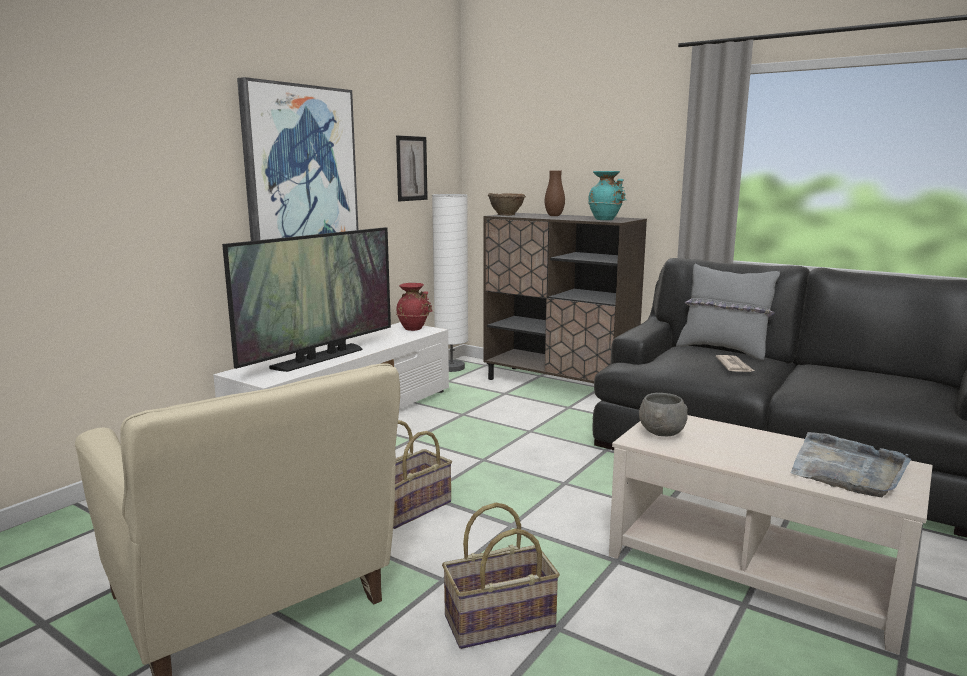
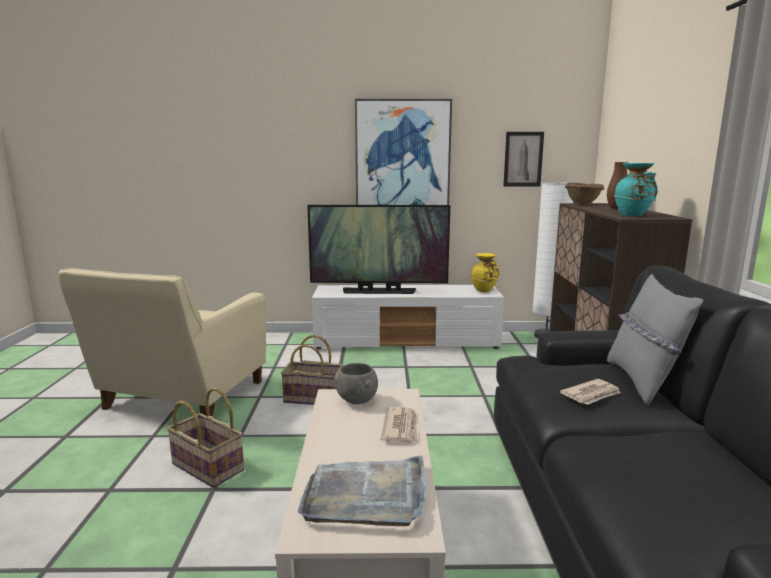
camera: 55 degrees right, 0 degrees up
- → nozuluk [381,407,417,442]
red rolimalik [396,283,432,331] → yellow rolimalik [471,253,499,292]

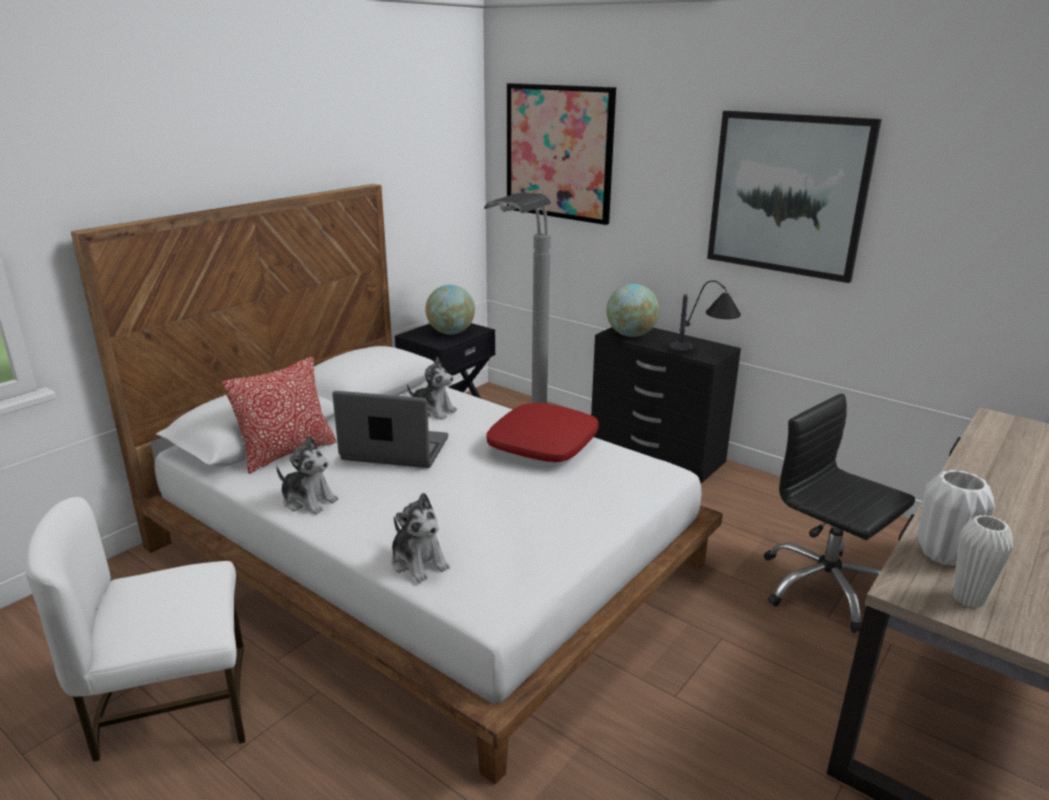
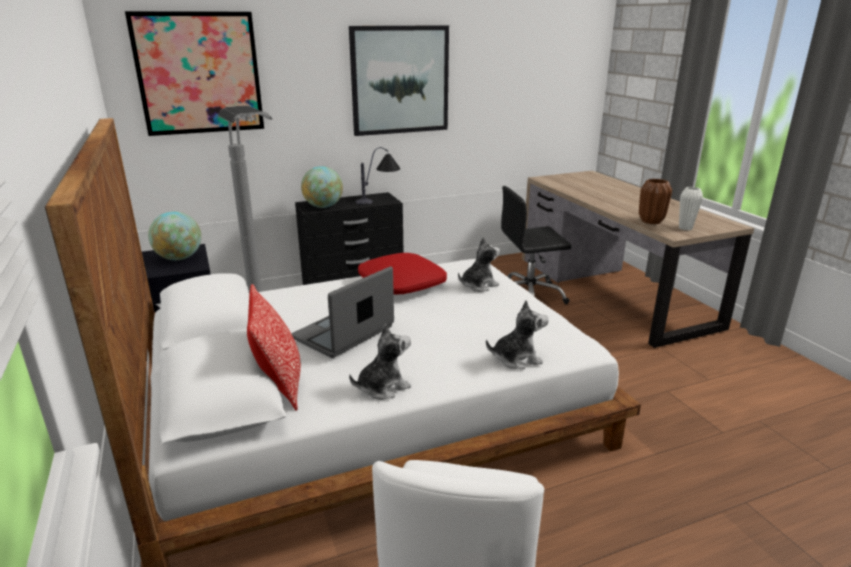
camera: 60 degrees left, 0 degrees up
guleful [407,357,457,420] → guleful [458,237,500,292], shifted
white rolimalik [918,470,995,566] → brown rolimalik [639,179,672,224]

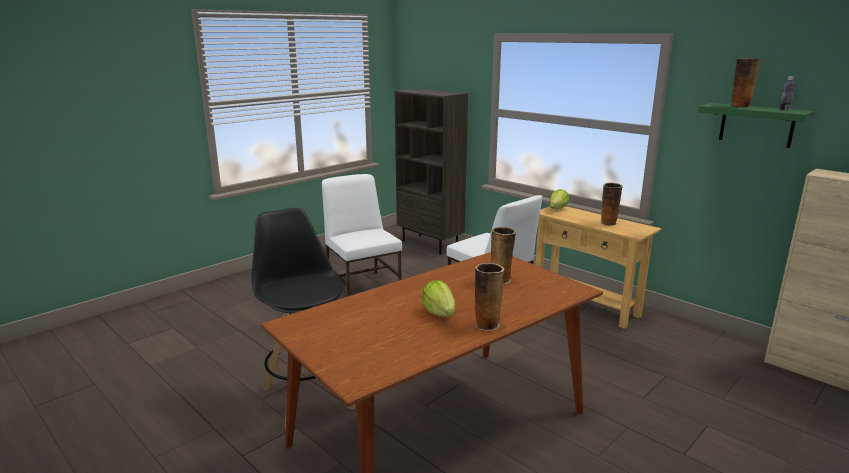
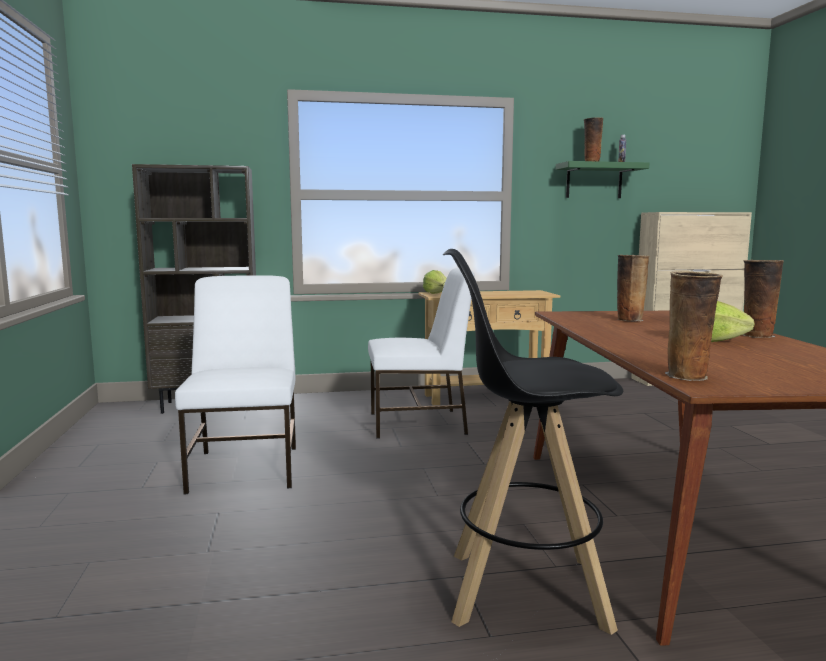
camera: 55 degrees left, 10 degrees down
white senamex [322,174,402,297] → white senamex [175,275,296,494], 75 degrees clockwise
rolimalik [601,183,623,226] → rolimalik [665,271,723,381], shifted

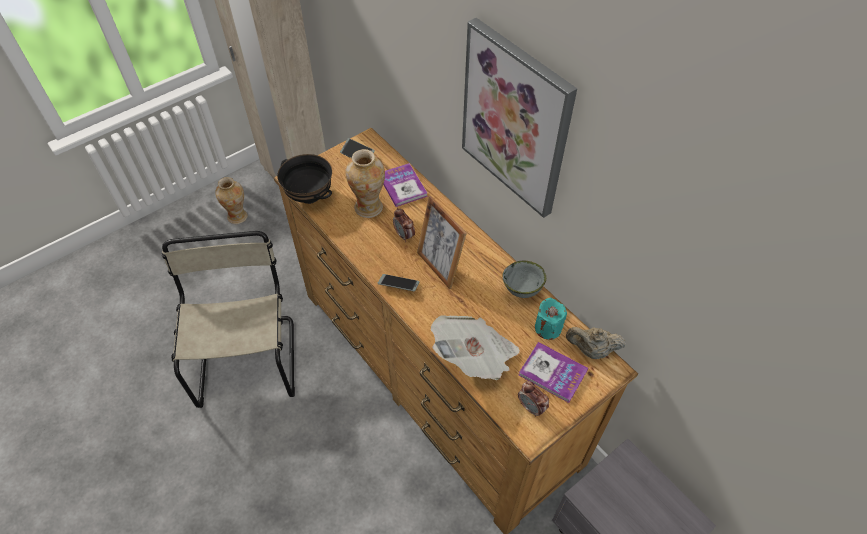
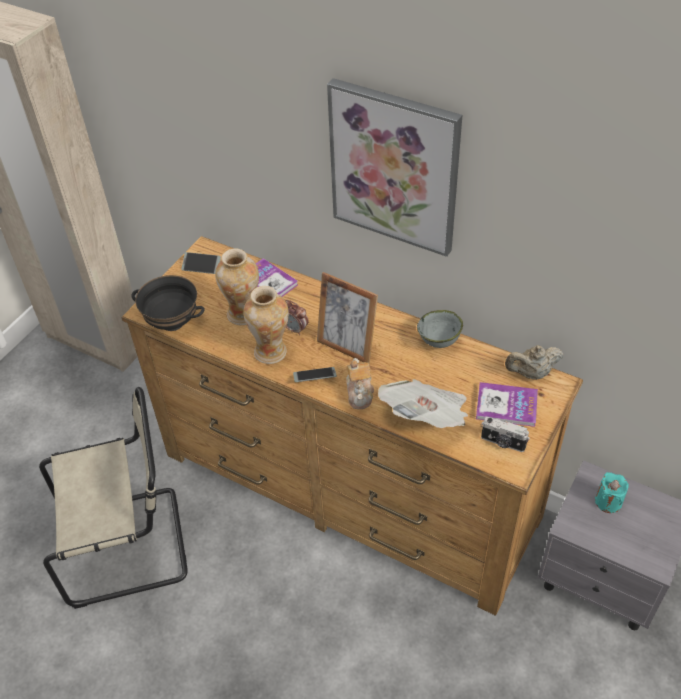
camera: 20 degrees left, 5 degrees down
beige senamex [162,231,295,408] → beige senamex [39,387,188,609], 105 degrees clockwise
rolimalik [215,177,248,224] → rolimalik [243,286,289,364], shifted
- → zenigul [346,358,374,409]
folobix [518,381,549,417] → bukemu [481,416,530,452]
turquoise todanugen [535,298,567,340] → turquoise todanugen [595,472,629,513], shifted

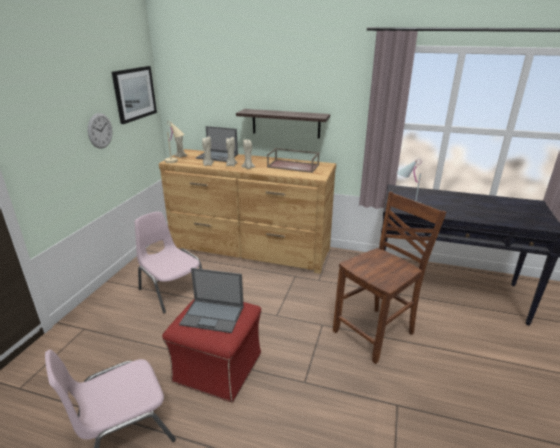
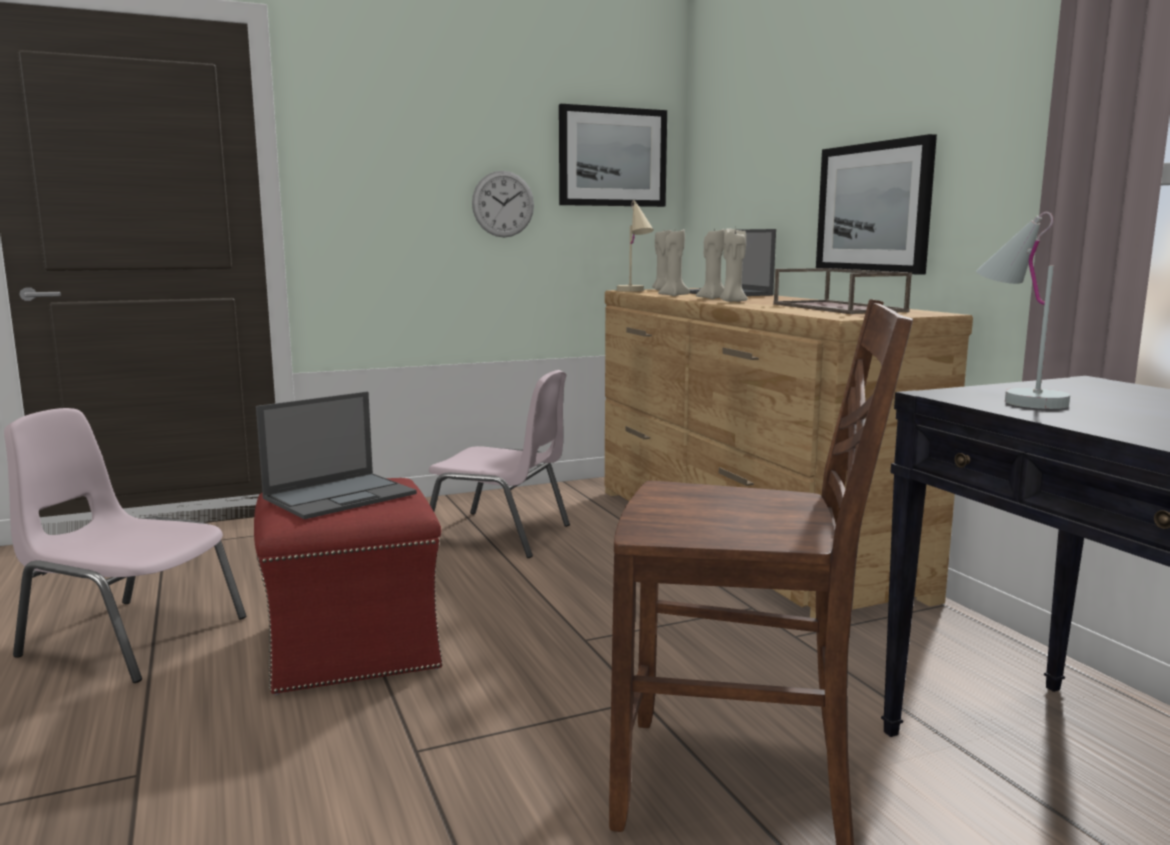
camera: 50 degrees right, 15 degrees down
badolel [179,268,244,333] → badolel [256,392,417,519], 105 degrees counterclockwise
pink senamex [135,212,202,313] → pink senamex [429,370,570,558], 105 degrees clockwise
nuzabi [236,109,330,139] → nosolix [816,134,937,275]

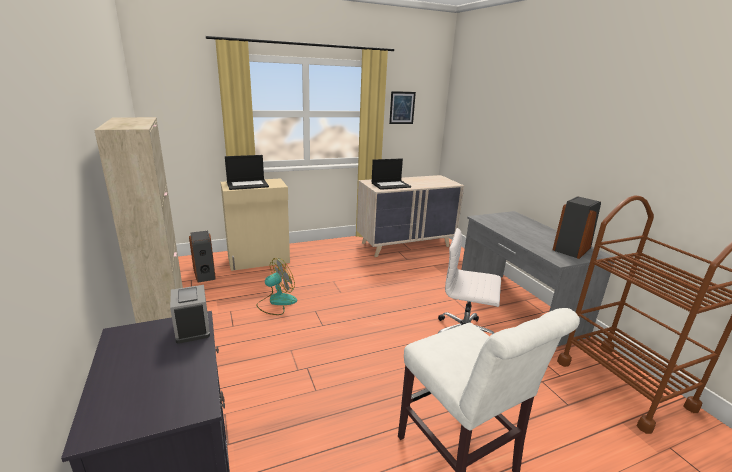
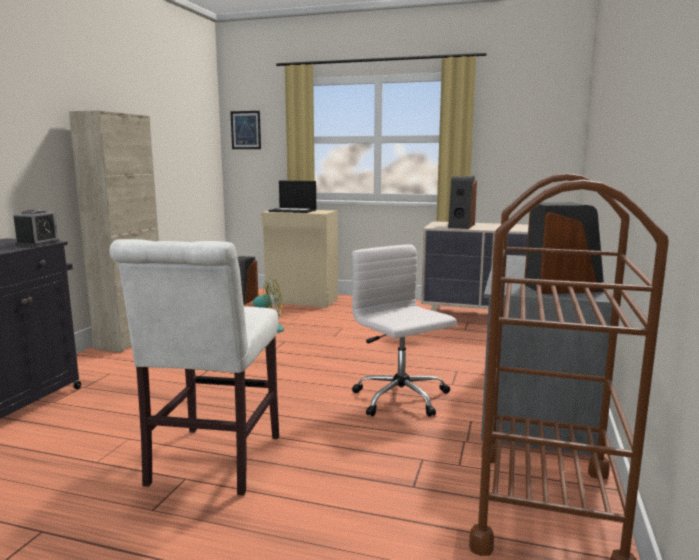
camera: 40 degrees right, 10 degrees down
nosolix [389,91,416,124] → nosolix [230,111,261,149], shifted
badolel [372,158,411,190] → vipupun [448,176,477,229]

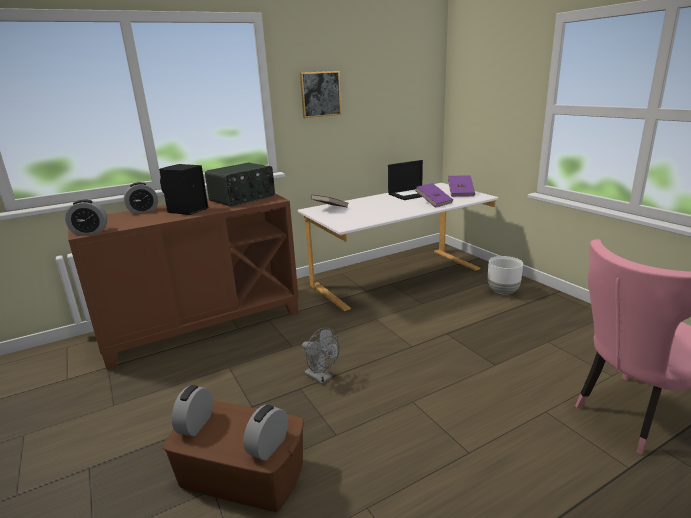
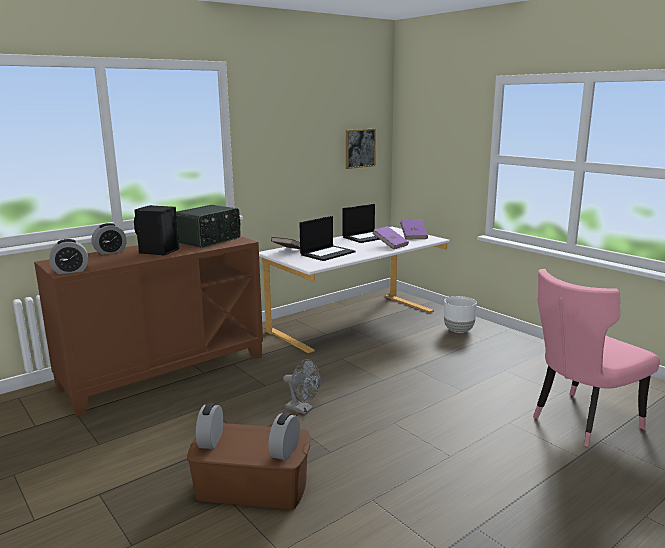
camera: 10 degrees left, 5 degrees down
- → badolel [300,216,356,261]
nosolix [300,71,342,118] → nosolix [346,129,376,169], shifted

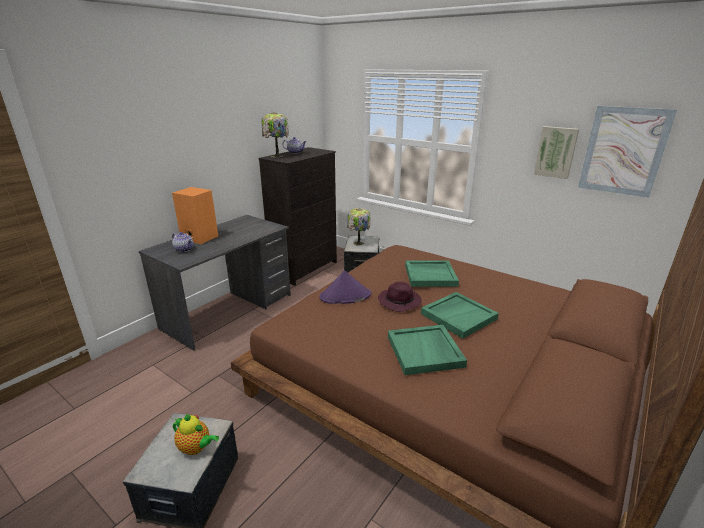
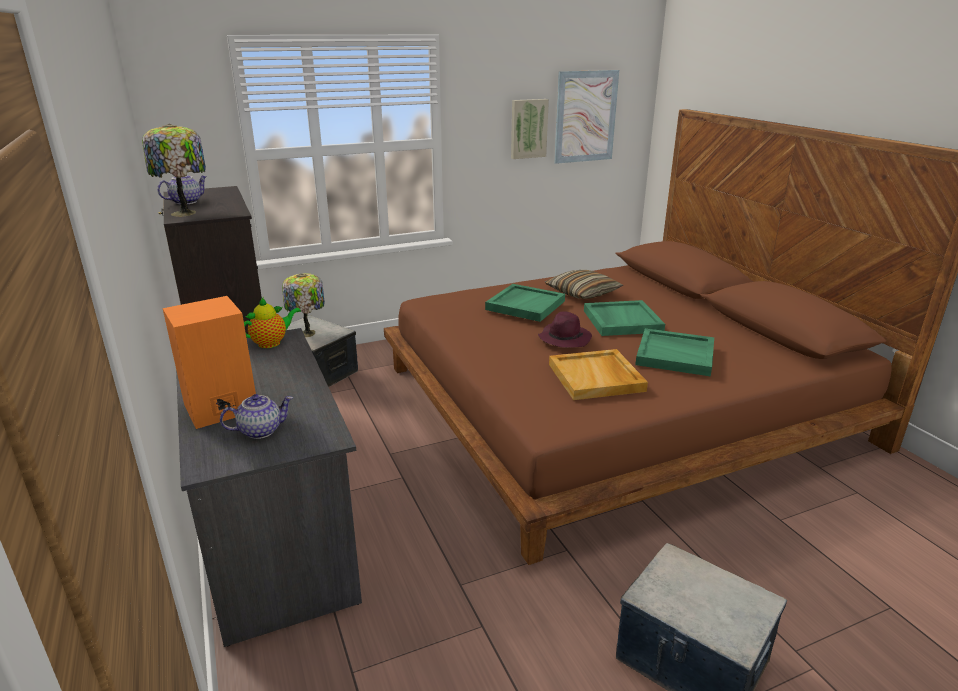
camera: 60 degrees left, 0 degrees up
zenigul [173,414,219,455] → zenigul [244,297,301,348], shifted
- → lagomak [545,270,623,299]
- → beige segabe [549,349,648,400]
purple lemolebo [319,270,371,304] → -

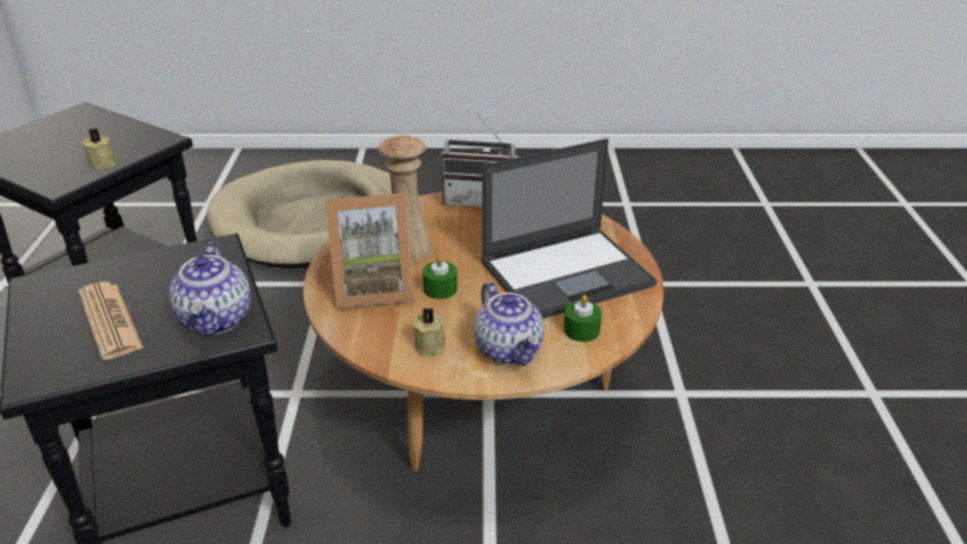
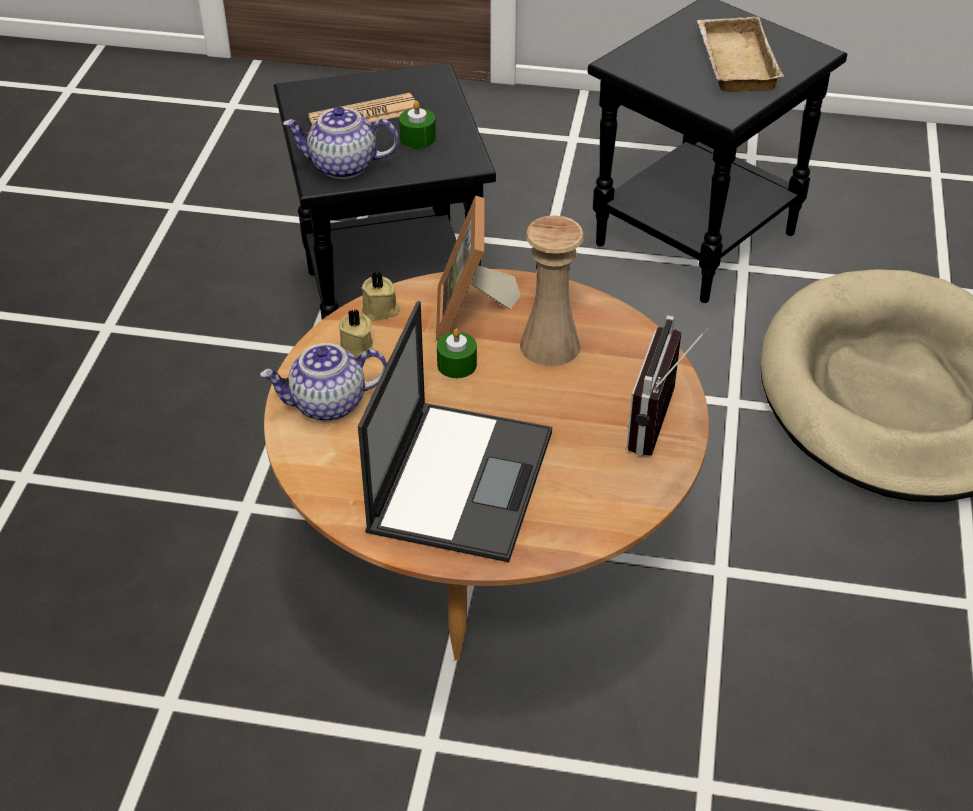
camera: 100 degrees right, 10 degrees up
badolel [481,138,657,319] → badolel [358,301,552,562], 150 degrees counterclockwise
beige todanugen [82,128,116,170] → beige todanugen [361,272,400,321], shifted
green todanugen [564,295,602,342] → green todanugen [399,101,436,149], shifted
- → beige segabe [697,16,784,92]

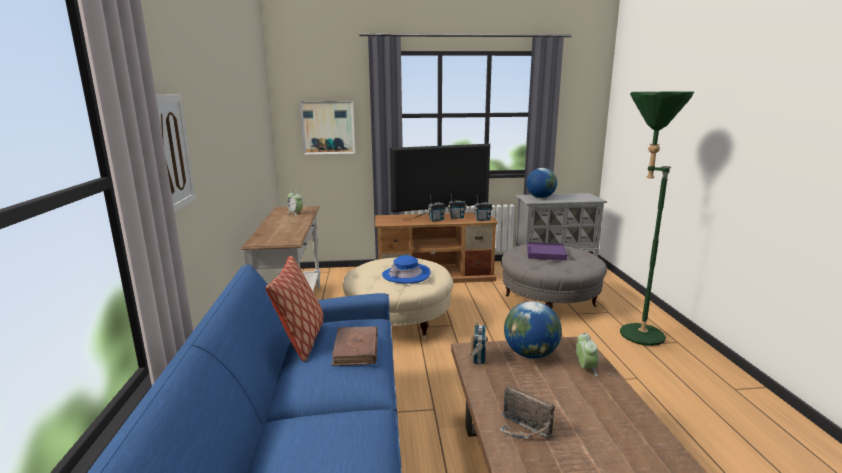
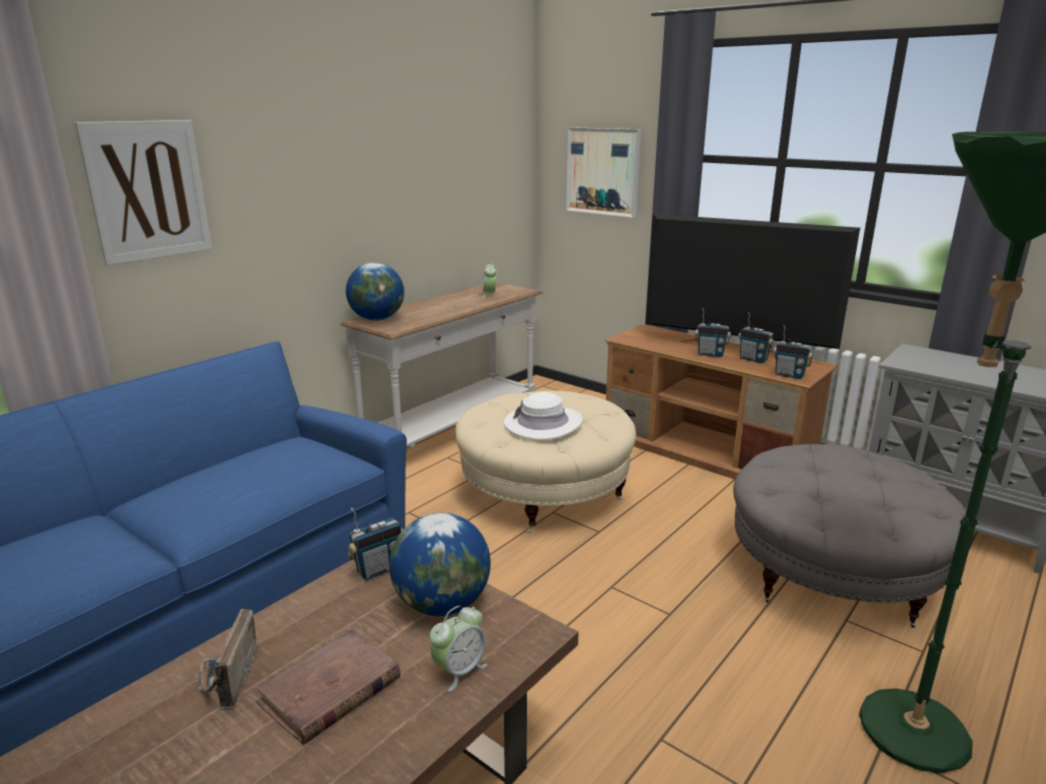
camera: 45 degrees right, 5 degrees up
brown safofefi [331,326,378,366] → brown safofefi [256,630,401,745], shifted
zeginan [526,168,557,198] → zeginan [346,263,404,321], shifted
blue lemolebo [382,255,431,284] → white lemolebo [504,392,583,440]
lagomak [265,256,323,362] → -
purple segabe [527,242,567,261] → -

